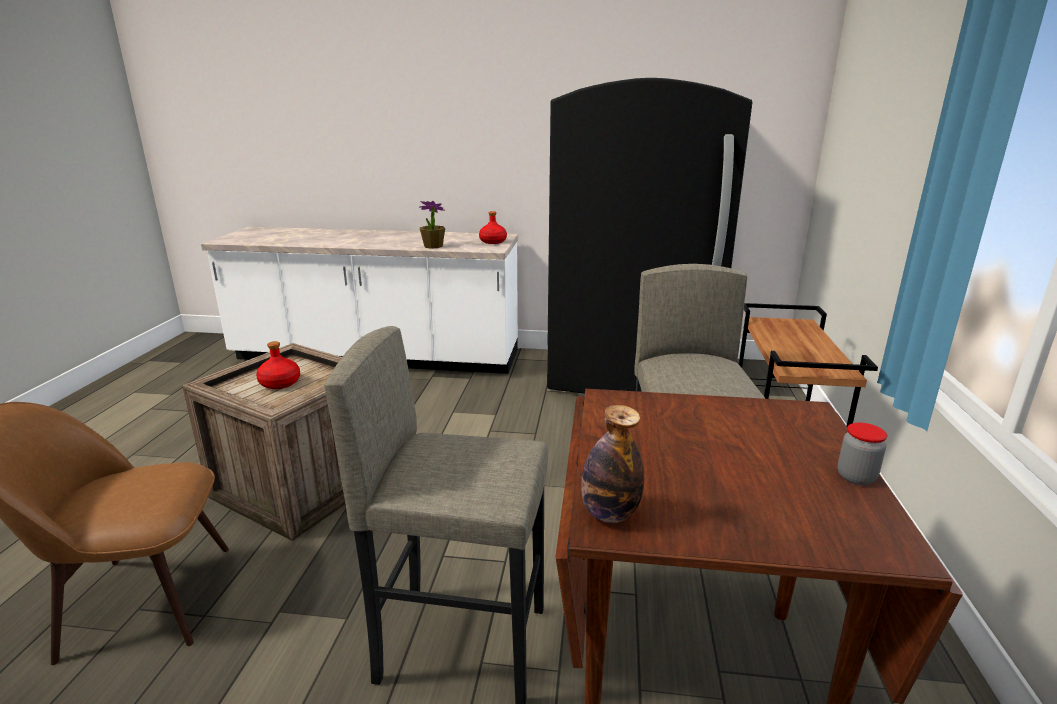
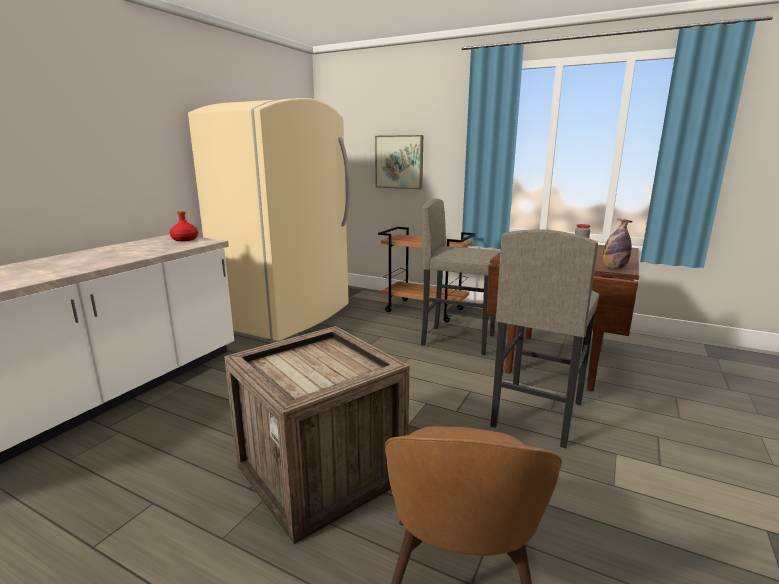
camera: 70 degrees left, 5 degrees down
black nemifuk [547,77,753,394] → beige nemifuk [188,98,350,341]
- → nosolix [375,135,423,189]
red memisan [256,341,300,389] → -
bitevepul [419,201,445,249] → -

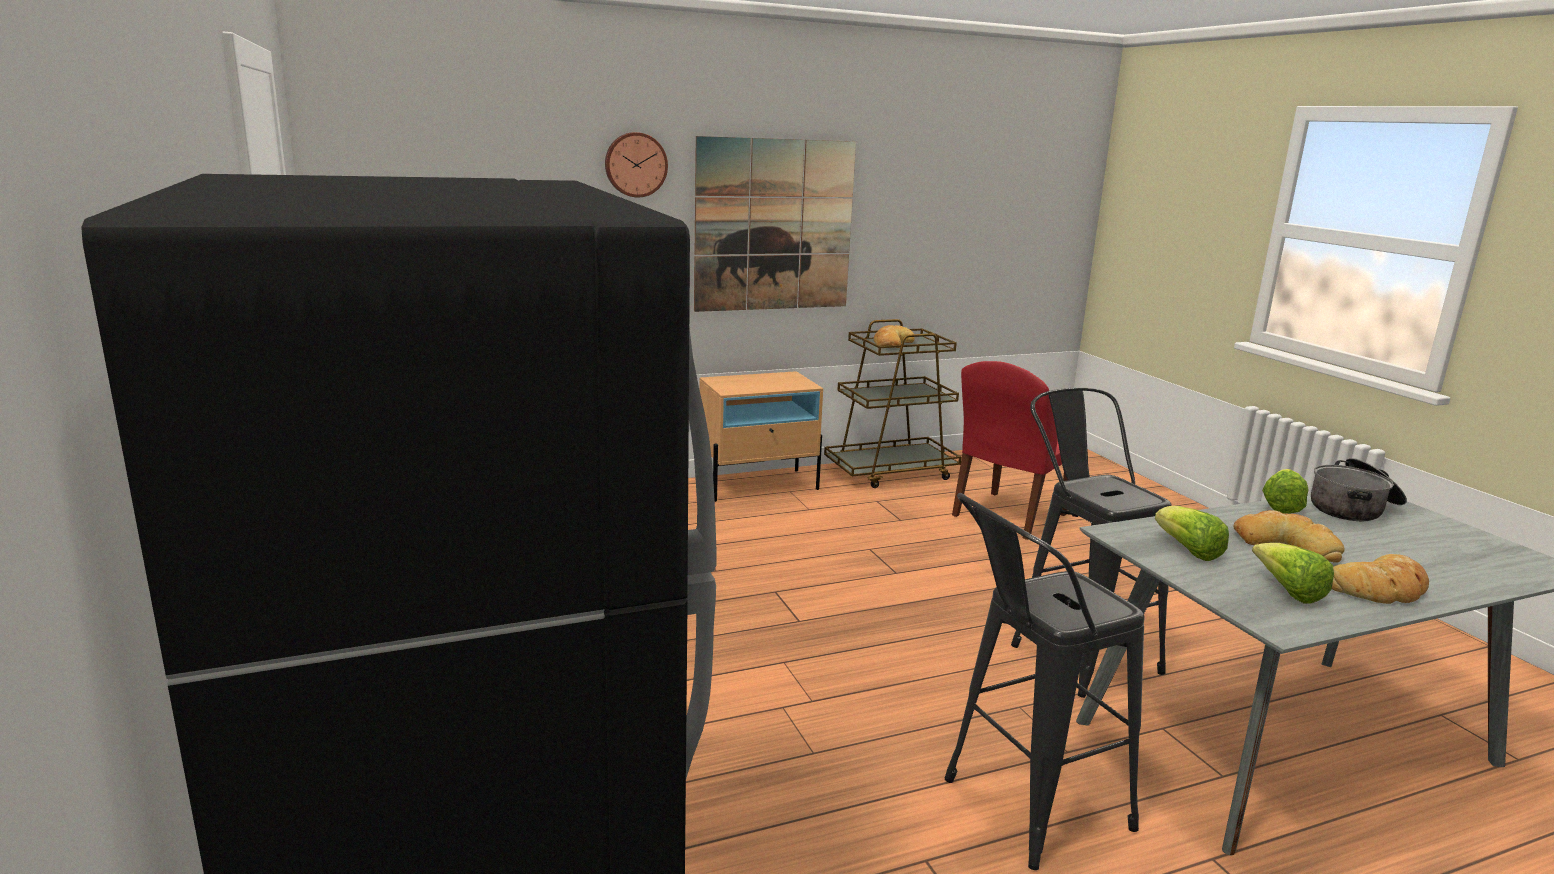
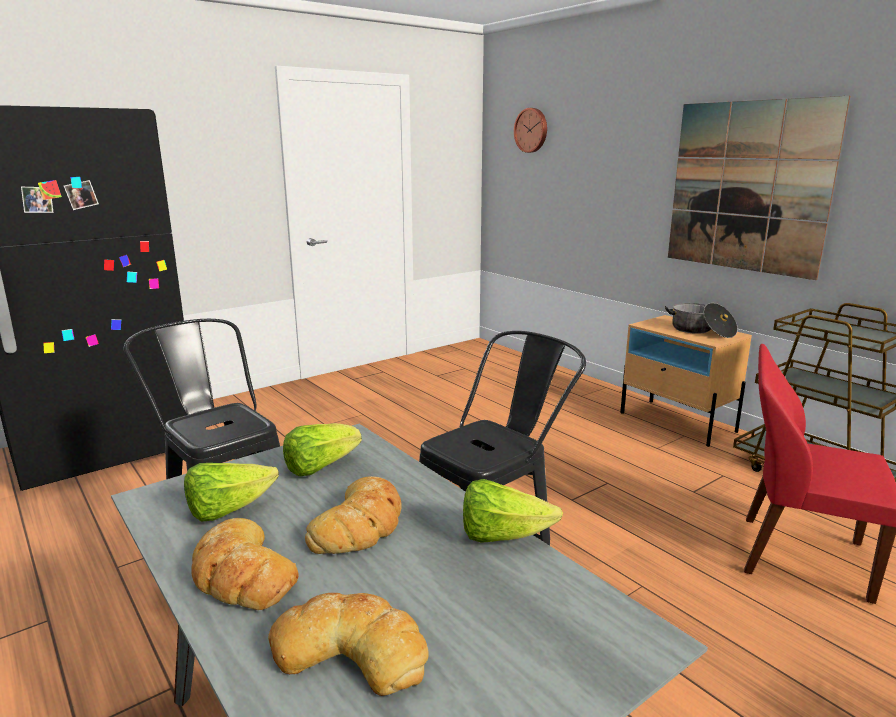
camera: 75 degrees right, 0 degrees up
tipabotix [874,325,915,348] → tipabotix [268,593,429,696], shifted
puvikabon [605,132,668,197] → puvikabon [514,108,547,153], shifted
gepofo [1311,458,1407,521] → gepofo [665,303,738,338], shifted

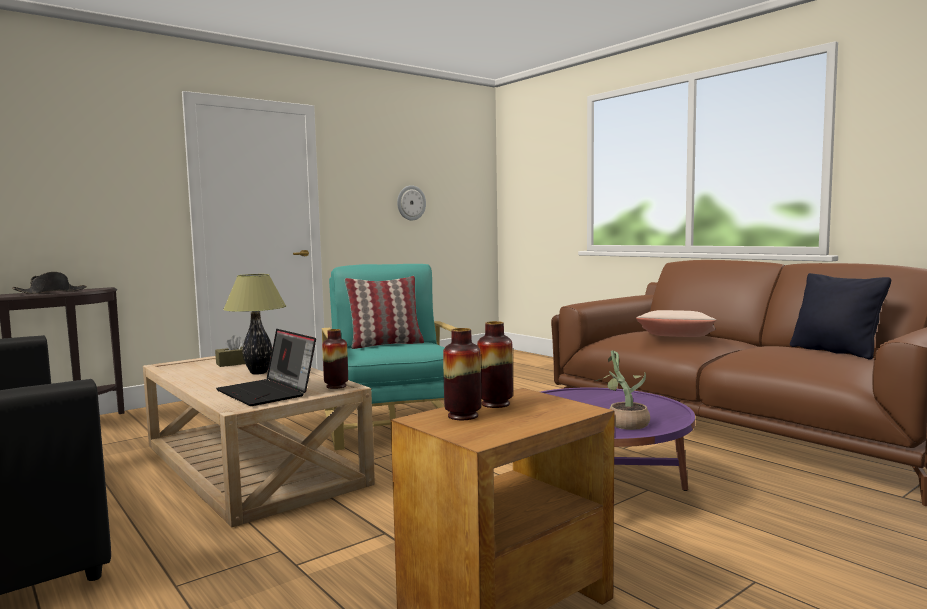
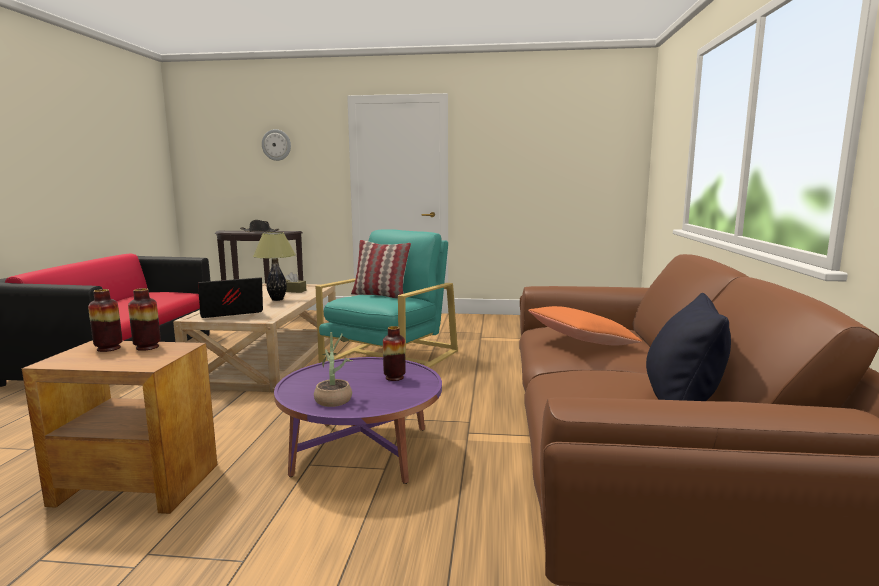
camera: 45 degrees right, 5 degrees up
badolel [216,329,316,406] → badolel [198,277,263,318], 60 degrees clockwise
puvikabon [397,185,426,220] → puvikabon [262,129,291,161], shifted
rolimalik [322,329,348,389] → rolimalik [383,326,406,381], shifted
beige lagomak [636,310,716,337] → orange lagomak [528,306,642,346]

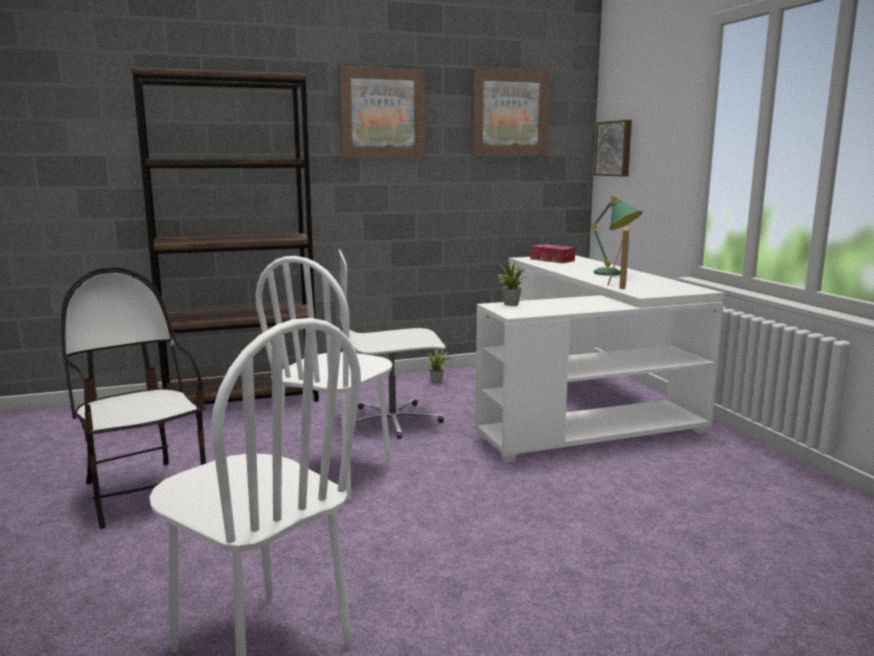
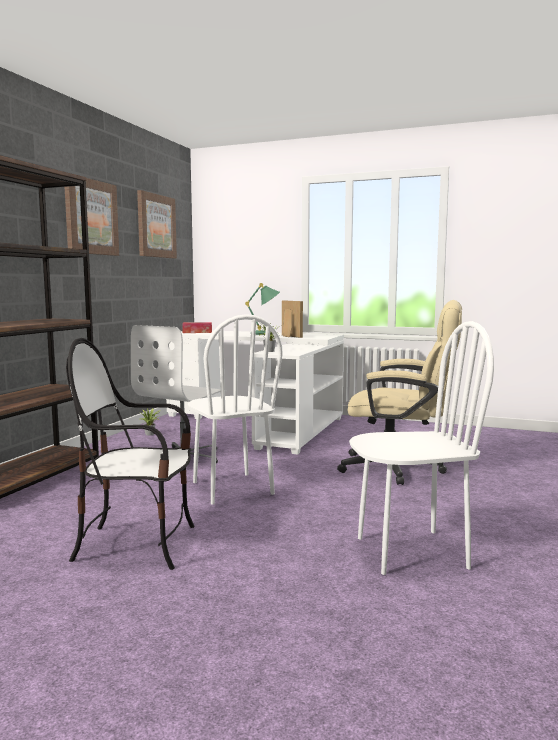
camera: 50 degrees left, 5 degrees down
- → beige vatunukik [337,300,462,485]
nosolix [594,120,632,177] → -

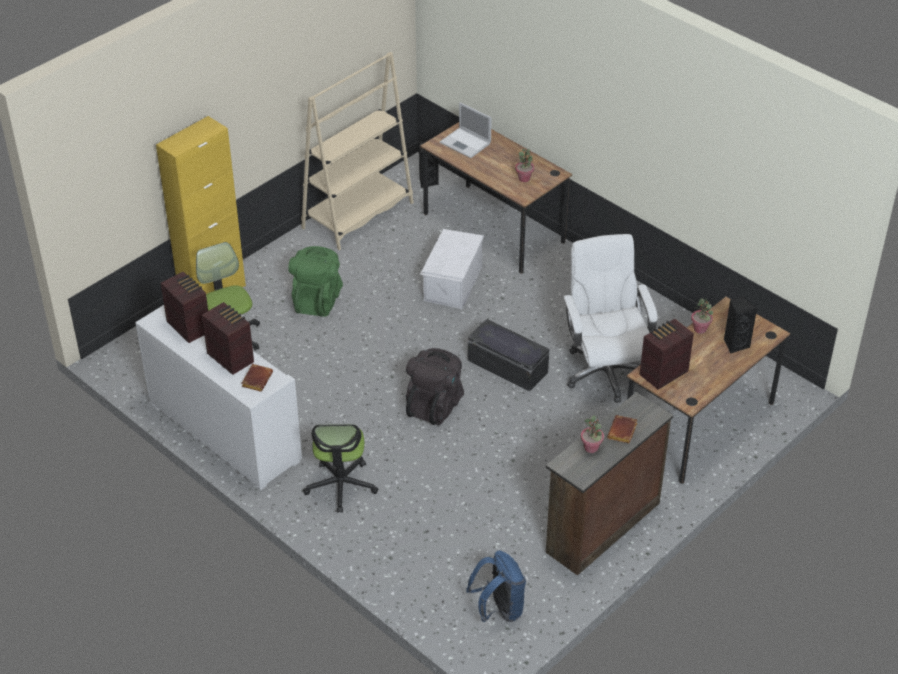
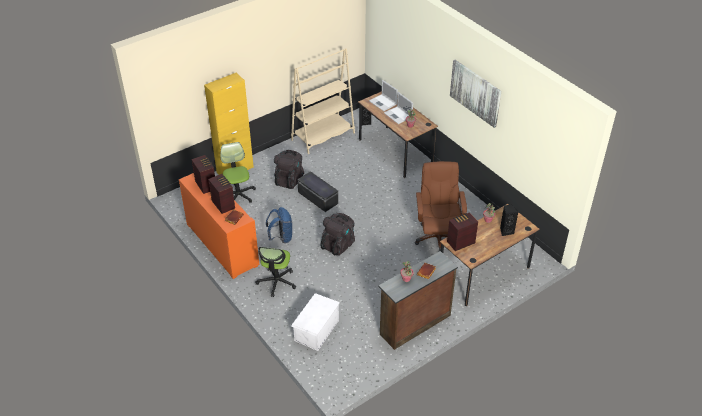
camera: 10 degrees right, 0 degrees up
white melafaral [135,305,302,491] → orange melafaral [179,173,259,279]
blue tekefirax [466,551,526,622] → blue tekefirax [266,207,292,244], shifted
green tekefirax [288,246,343,317] → black tekefirax [274,150,304,189]
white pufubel [420,229,484,309] → white pufubel [291,293,340,351], shifted
black pufubel [468,319,549,391] → black pufubel [297,171,338,212], shifted
- → badolel [384,92,413,124]
white vatunukik [563,234,658,403] → brown vatunukik [414,161,467,251]
- → nosolix [450,60,501,128]

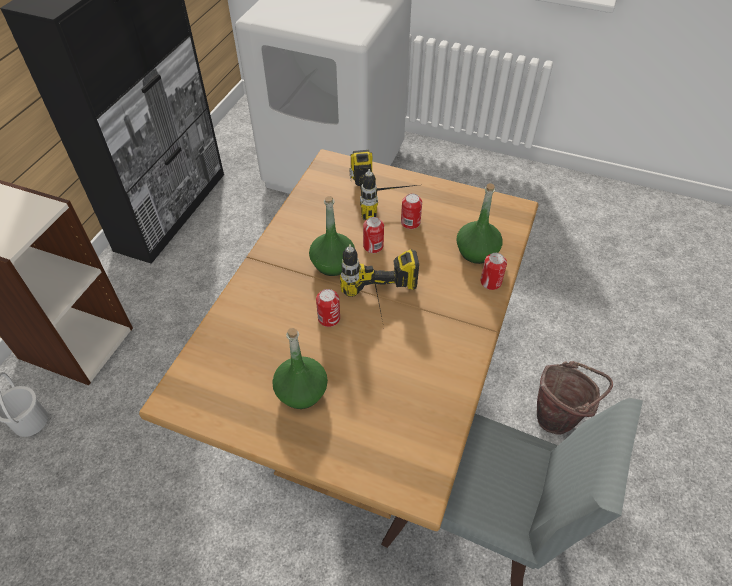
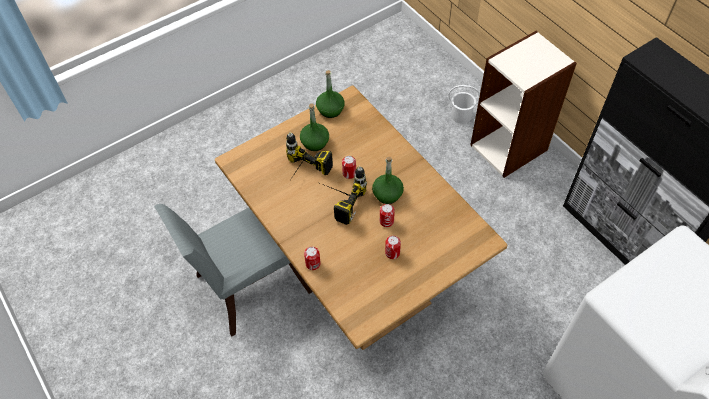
camera: 125 degrees right, 5 degrees up
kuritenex [350,150,418,220] → kuritenex [286,132,333,176], shifted
green memisan [456,183,503,264] → green memisan [316,70,345,118], shifted
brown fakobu [537,361,613,435] → -

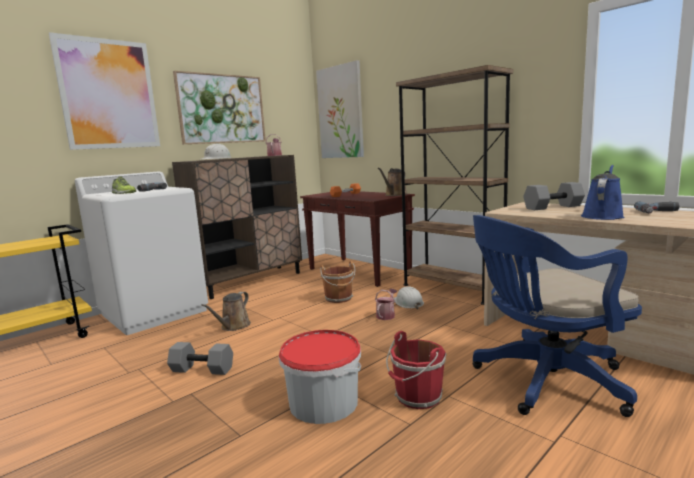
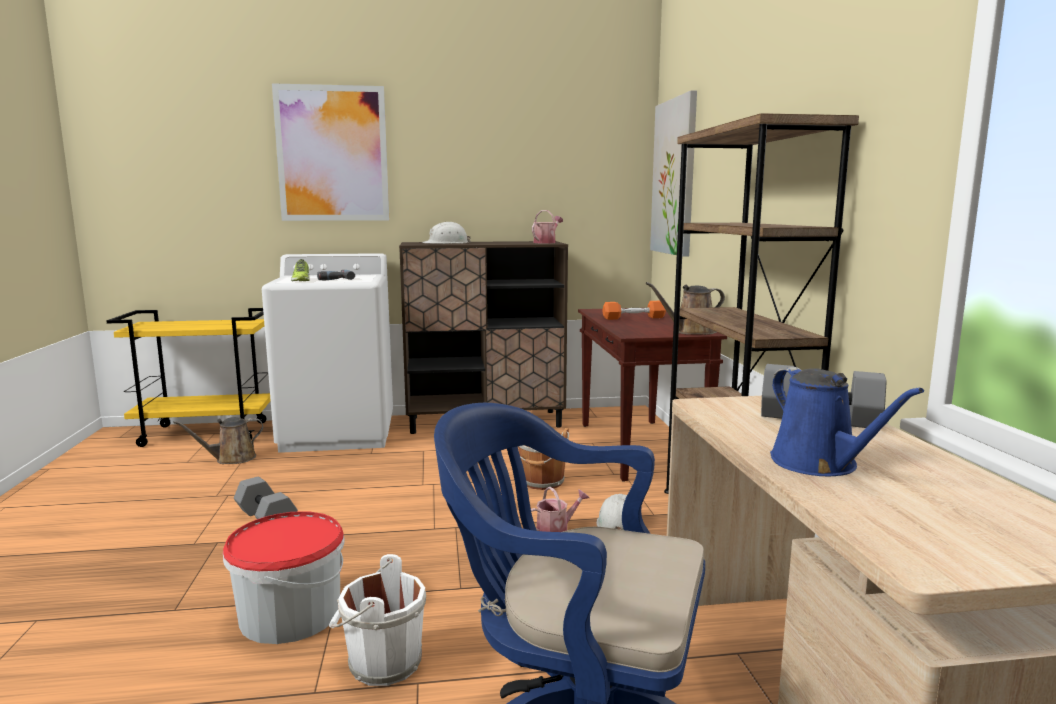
camera: 35 degrees right, 0 degrees up
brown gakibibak [201,292,251,331] → brown gakibibak [173,417,263,464], shifted
red fakobu [386,331,447,409] → white fakobu [329,554,426,686]
blue gakibibak [581,165,625,220] → blue gakibibak [770,367,924,476], 90 degrees clockwise
nosolix [173,71,266,144] → -
kuritenex [634,201,680,213] → -

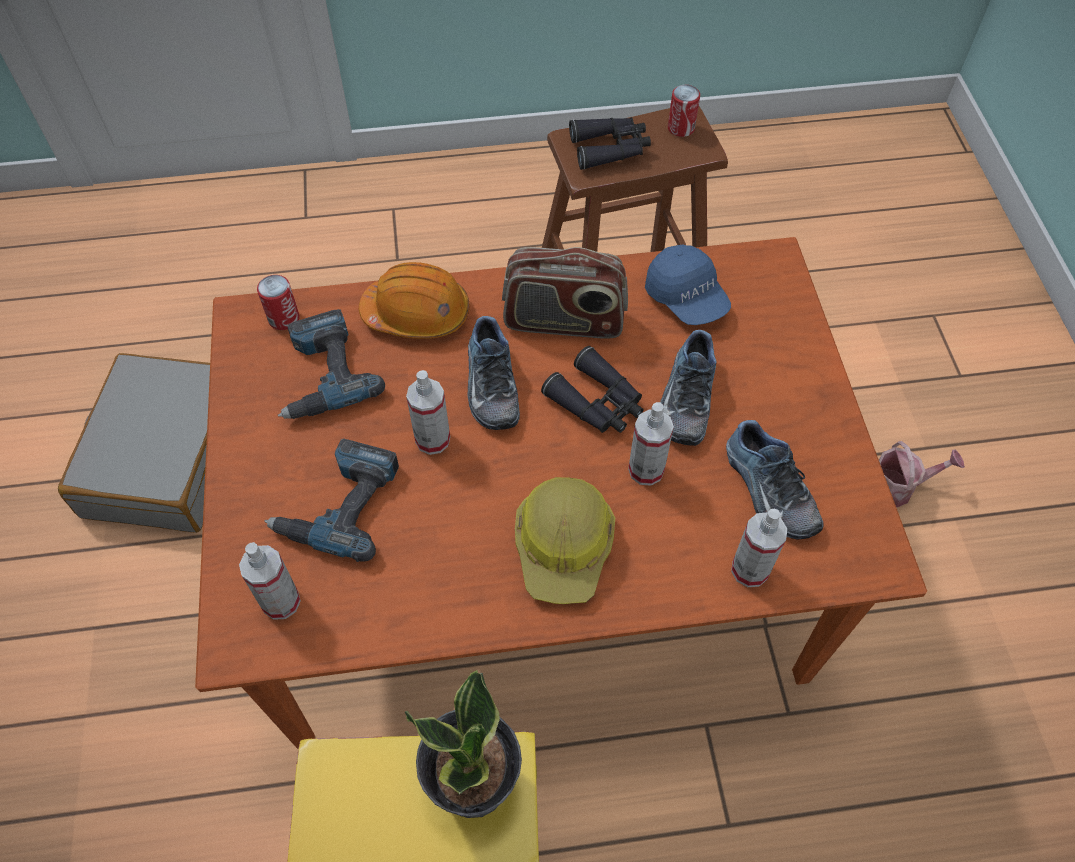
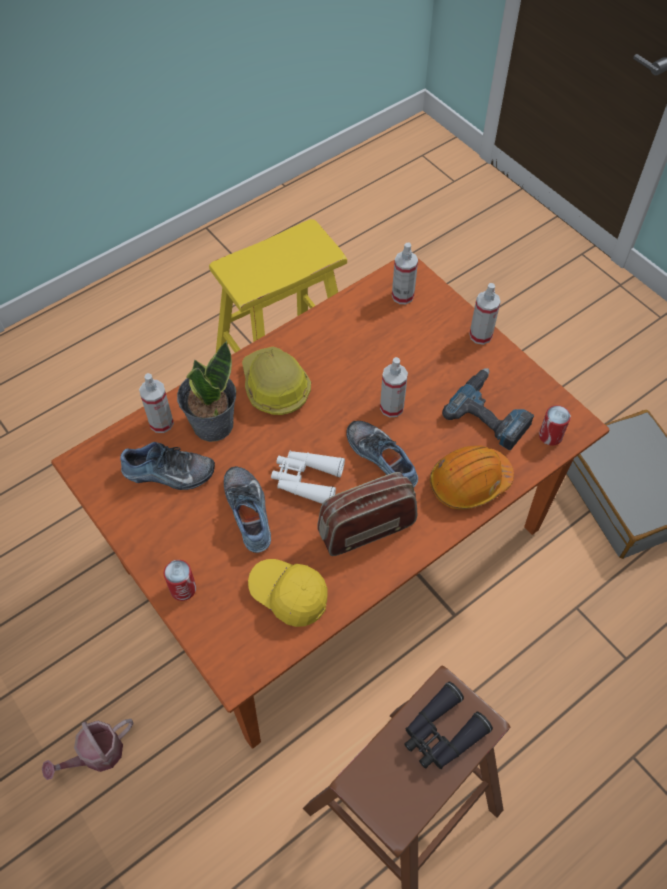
camera: 150 degrees right, 0 degrees up
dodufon [726,420,824,539] → dodufon [120,442,215,490], 150 degrees clockwise
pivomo [668,85,700,137] → pivomo [164,560,196,601], shifted
bitevepul [405,670,522,818] → bitevepul [177,341,236,442], shifted
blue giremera [645,245,731,325] → yellow giremera [248,559,328,627]
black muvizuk [541,346,644,433] → white muvizuk [271,451,345,504]
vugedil [628,402,674,486] → vugedil [469,283,501,345], shifted
kuritenex [264,438,399,562] → -

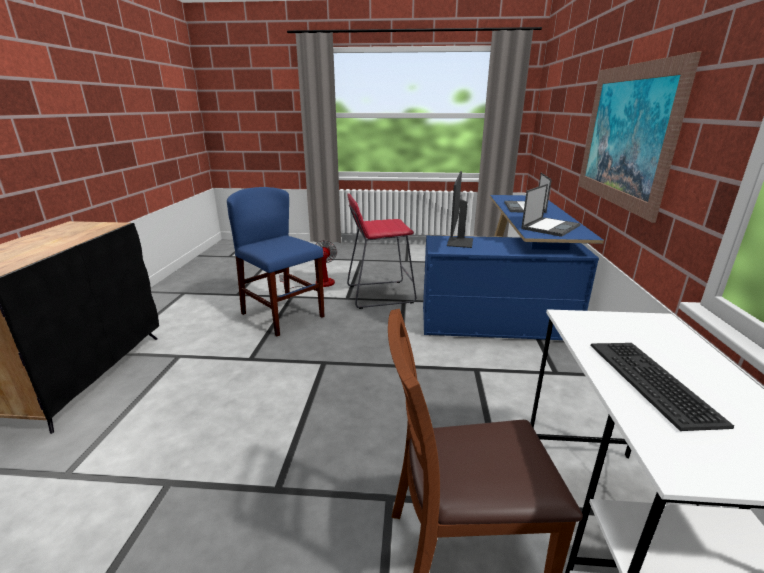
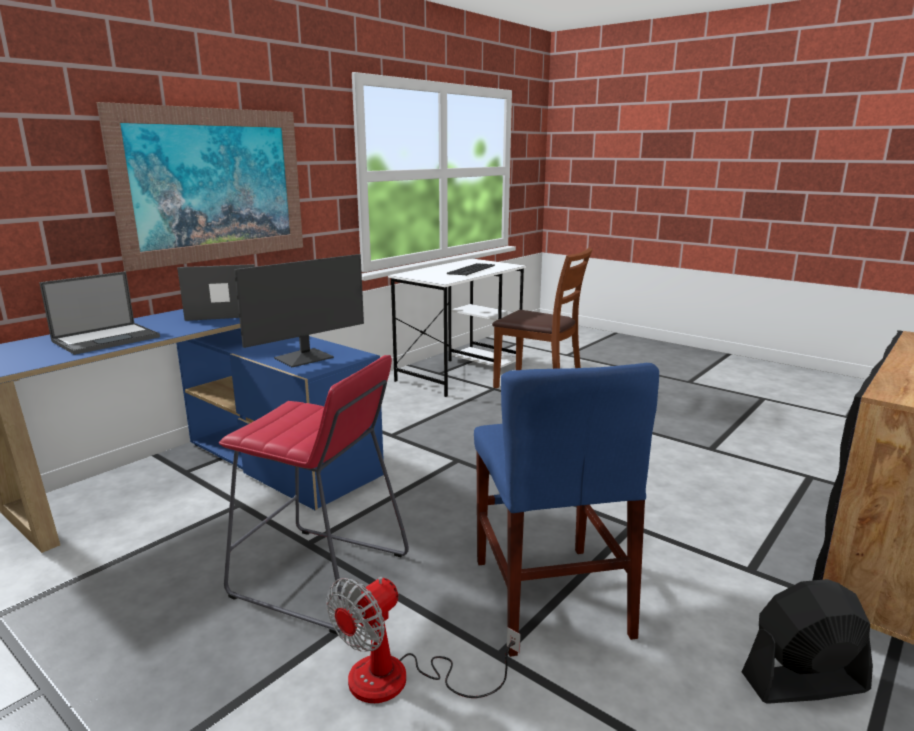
camera: 145 degrees left, 5 degrees down
- → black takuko [742,579,873,704]

